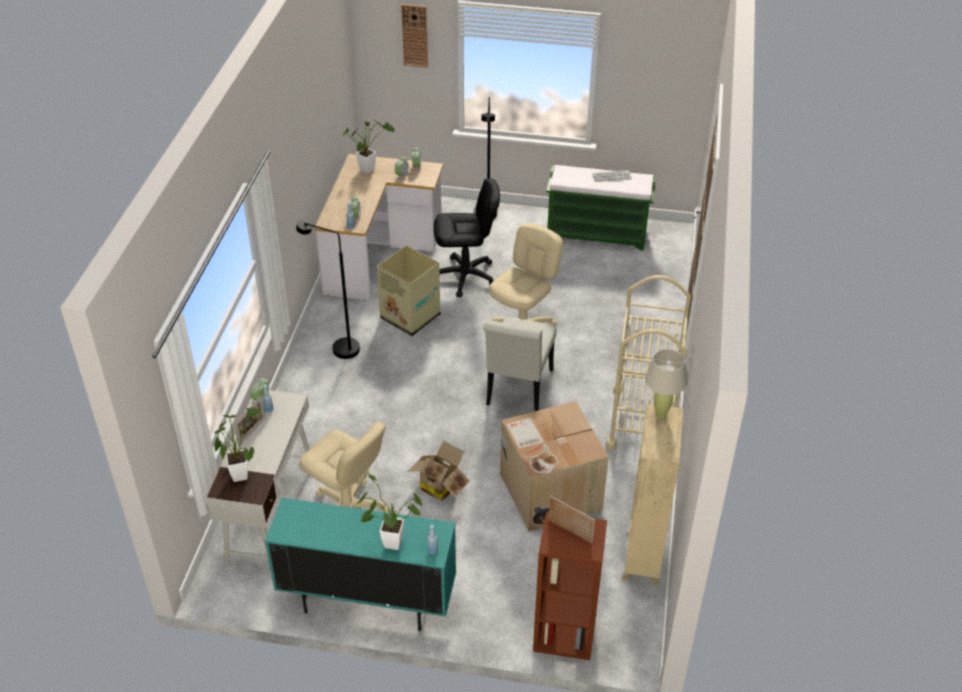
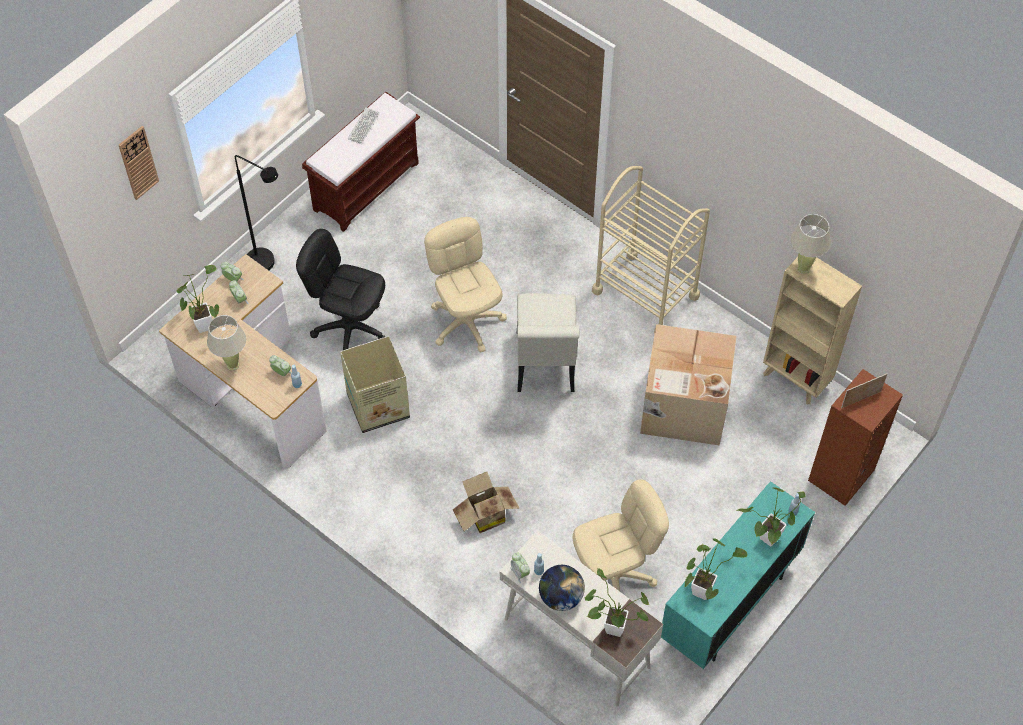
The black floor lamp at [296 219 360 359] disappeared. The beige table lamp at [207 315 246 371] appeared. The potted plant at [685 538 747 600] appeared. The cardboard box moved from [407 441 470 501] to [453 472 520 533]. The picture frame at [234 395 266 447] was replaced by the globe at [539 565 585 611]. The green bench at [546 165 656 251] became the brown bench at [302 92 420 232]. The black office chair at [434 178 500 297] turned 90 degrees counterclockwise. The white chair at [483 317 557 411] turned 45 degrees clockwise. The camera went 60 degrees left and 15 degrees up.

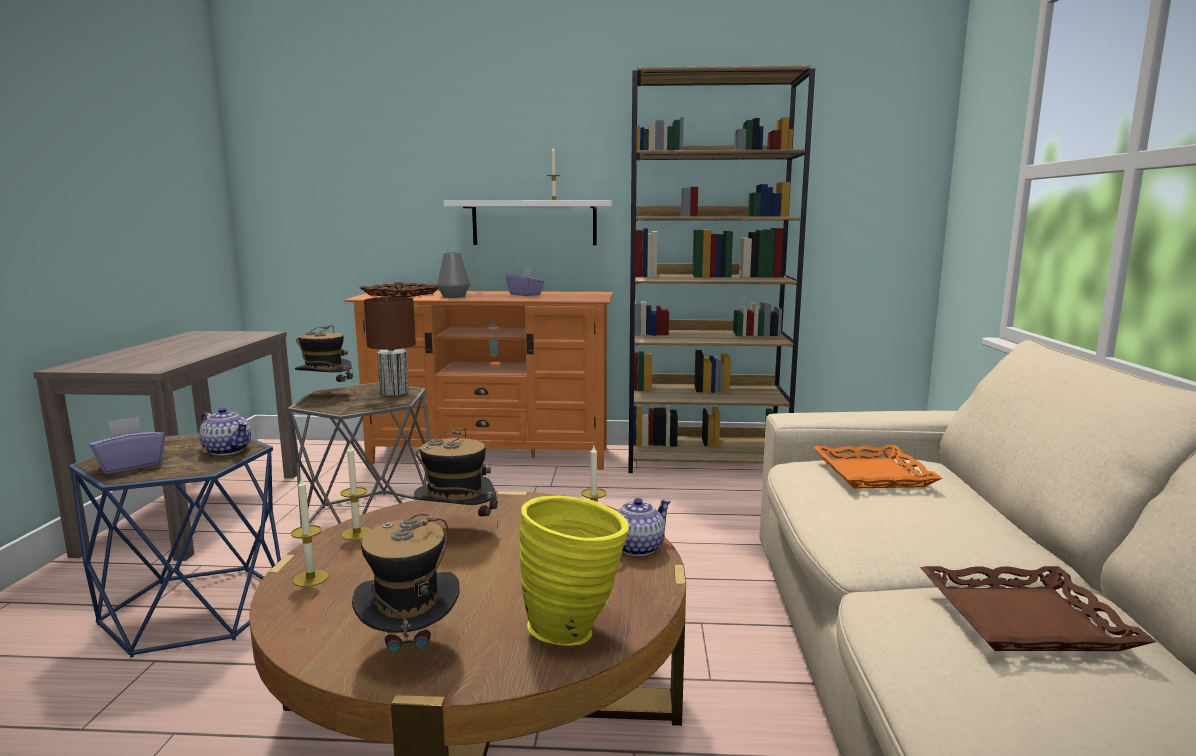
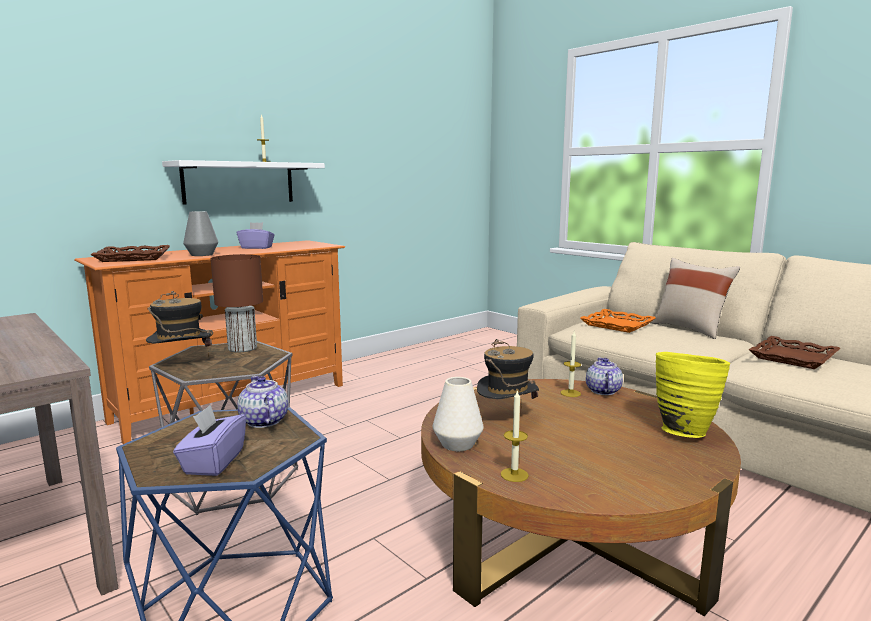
The hat at [352 514 460 678] disappeared. The brown bookcase at [628 65 815 473] disappeared. The beige pillow at [652 258 740 339] appeared. The candle at [340 445 371 540] was replaced by the white vase at [433 377 484 451]. The teapot at [199 407 251 456] turned 105 degrees counterclockwise. The camera went 45 degrees left and 0 degrees up.

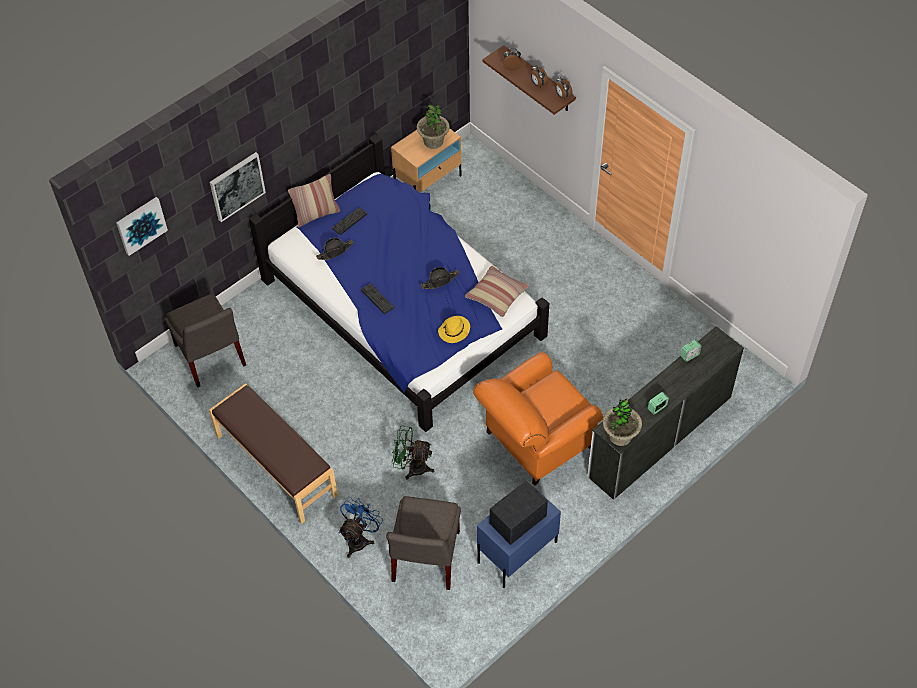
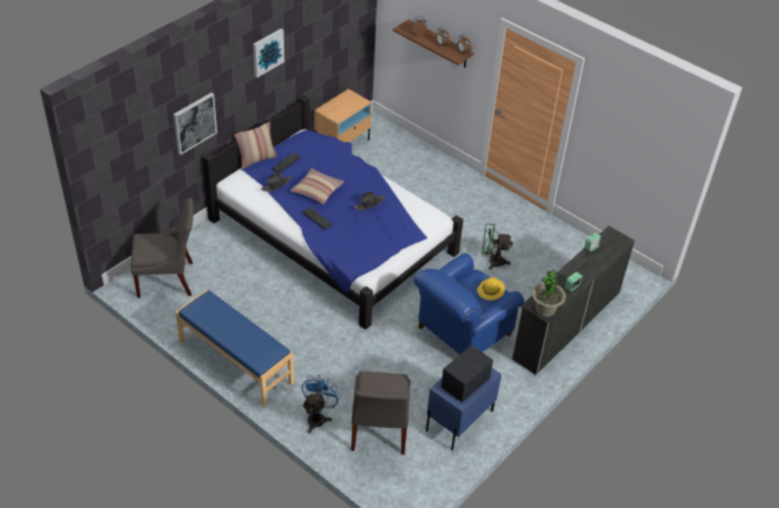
The potted plant at [417 104 450 149] disappeared. The picture moved from [116 197 168 256] to [253 29 284 78]. The green fan moved from [392 426 434 480] to [482 224 513 270]. The yellow hat moved from [438 316 470 343] to [477 277 505 300]. The pillow moved from [465 265 529 317] to [290 168 344 204]. The brown bench at [209 383 338 524] became the blue bench at [175 290 294 407]. The orange armchair at [473 352 603 486] became the blue armchair at [414 253 524 355]. The grey chair at [165 294 246 388] turned 60 degrees counterclockwise. The camera went 10 degrees left and 10 degrees down.

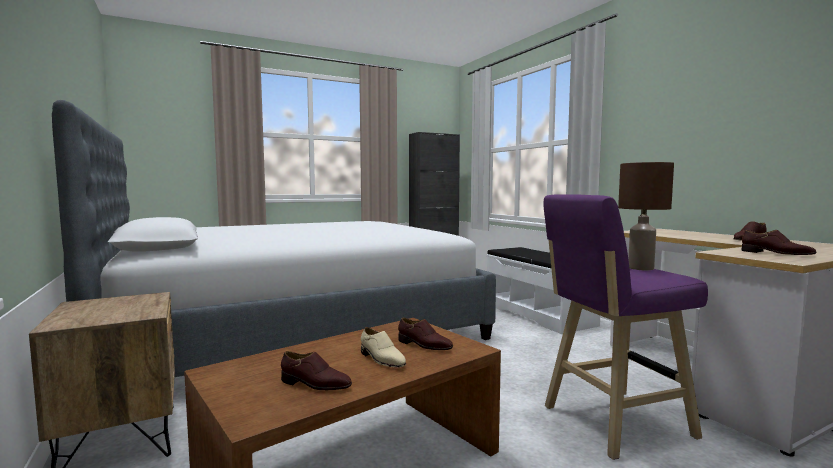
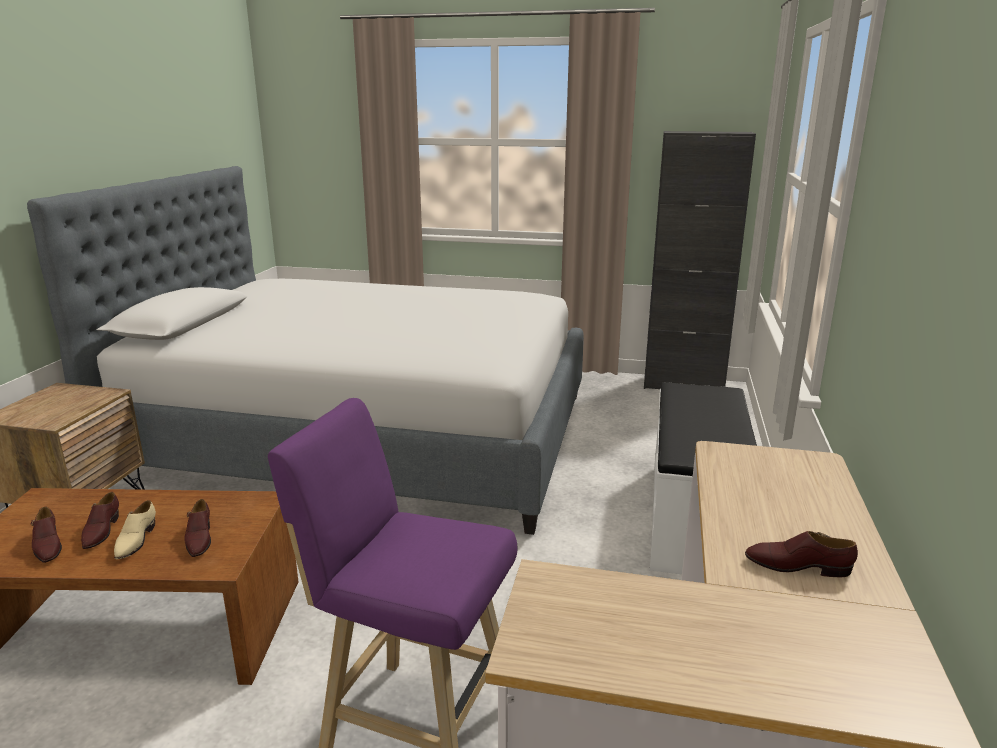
The brown table lamp at [618 162 674 270] disappeared. The brown shoe moved from [742 230 816 255] to [81 492 119 549]. The camera went 40 degrees right and 15 degrees up.

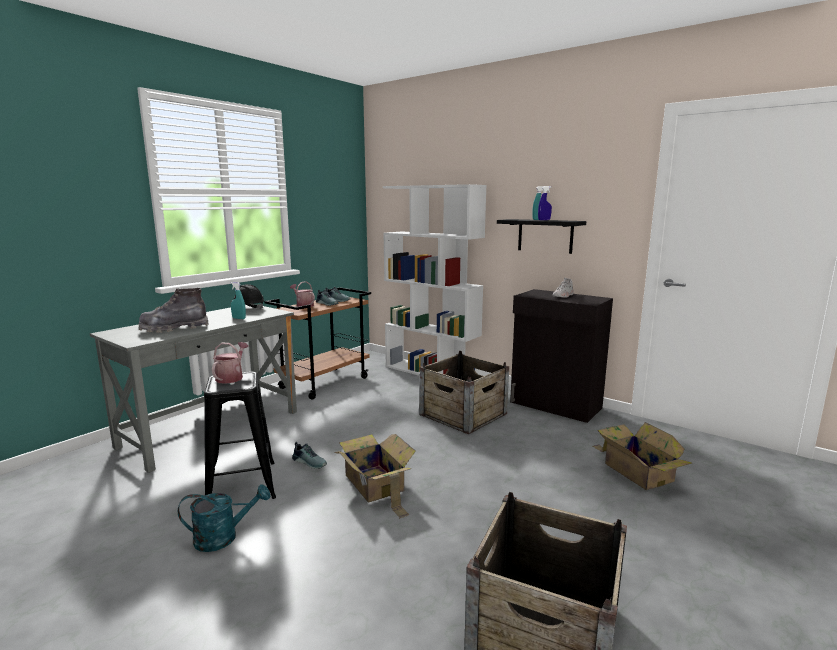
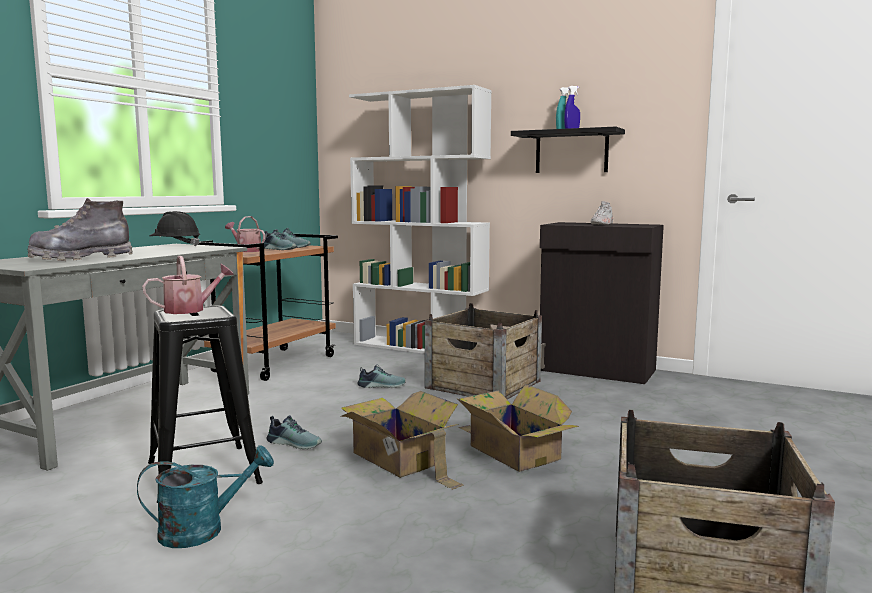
The turquoise spray bottle at [231 282 246 319] disappeared. The shoe at [357 364 406 388] appeared. The cardboard box moved from [592 422 692 490] to [456 384 579 472]. The watering can at [212 342 249 384] turned 60 degrees clockwise. The camera went 10 degrees left and 5 degrees down.

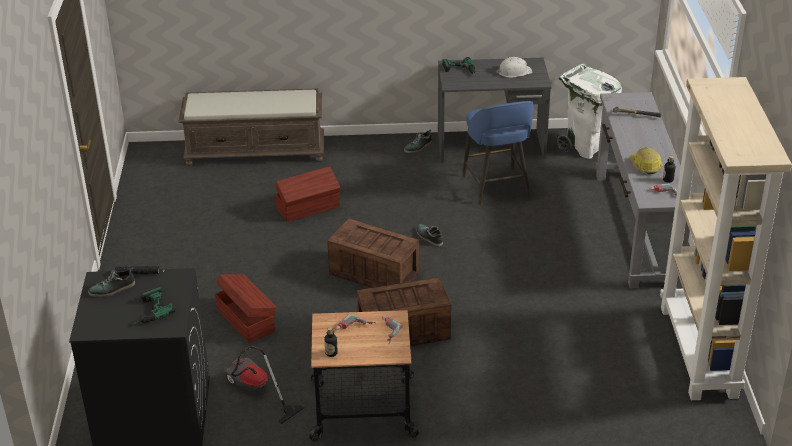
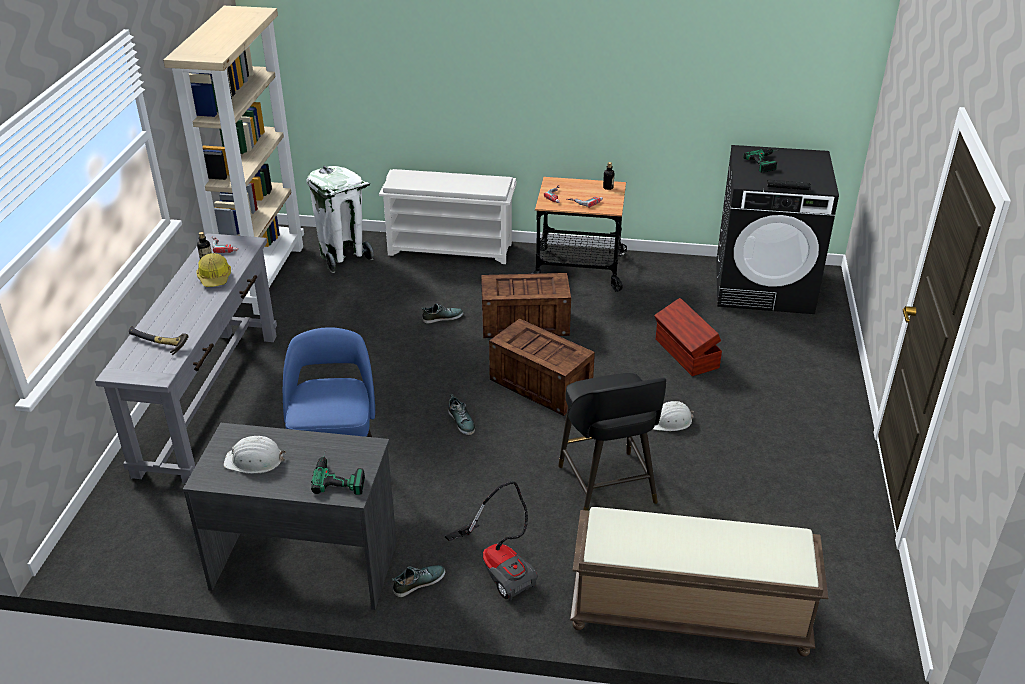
The white shoe rack at [379 169 516 264] appeared. The white hard hat at [653 401 694 431] appeared. The shoe moved from [88 267 135 297] to [422 303 463 324]. The vacuum cleaner moved from [223 346 304 424] to [445 481 538 601]. The white trash can moved from [557 64 622 159] to [306 166 374 273]. The brown storage box at [275 166 340 222] was replaced by the black stool at [558 373 666 511]. The camera went 170 degrees left and 0 degrees up.

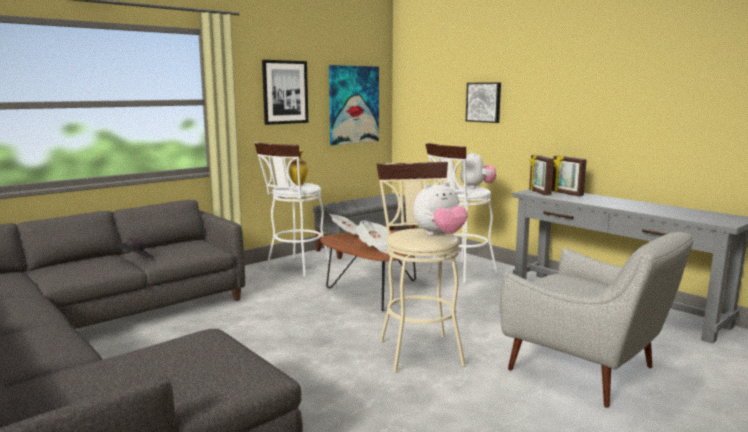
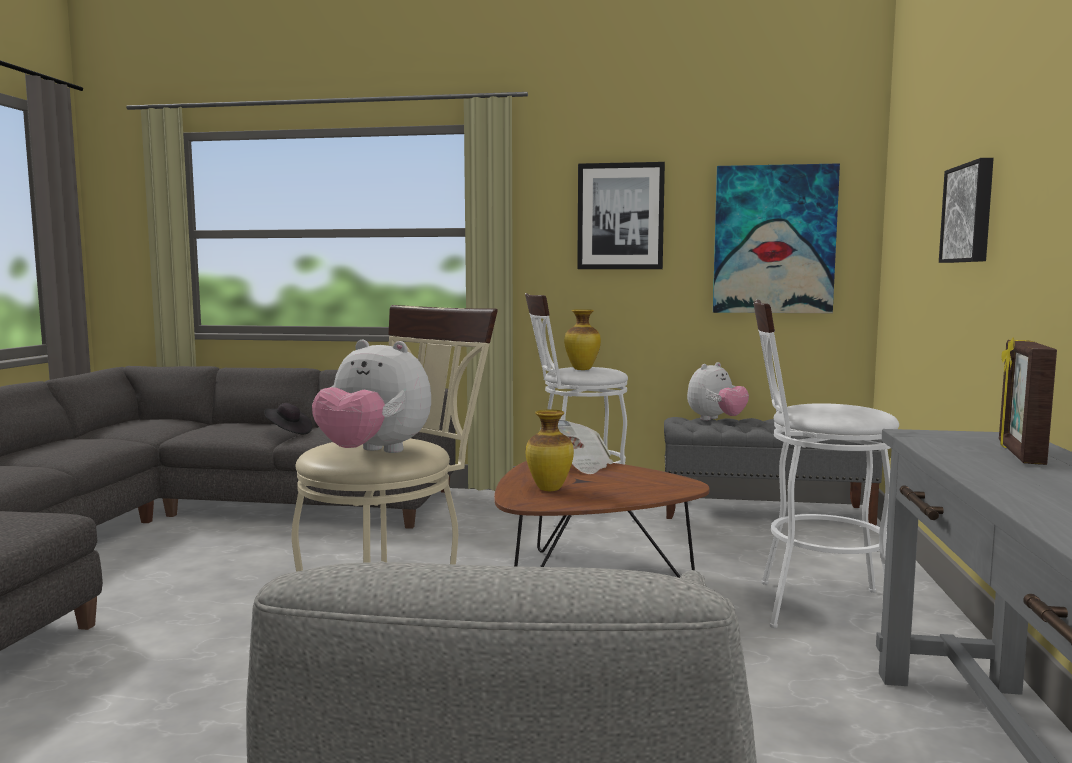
The picture frame at [529 155 554 196] disappeared. The plush toy moved from [460 151 496 189] to [687 362 749 421]. The newspaper at [356 220 392 254] was replaced by the vase at [526 410 574 491]. The camera went 50 degrees right and 5 degrees down.

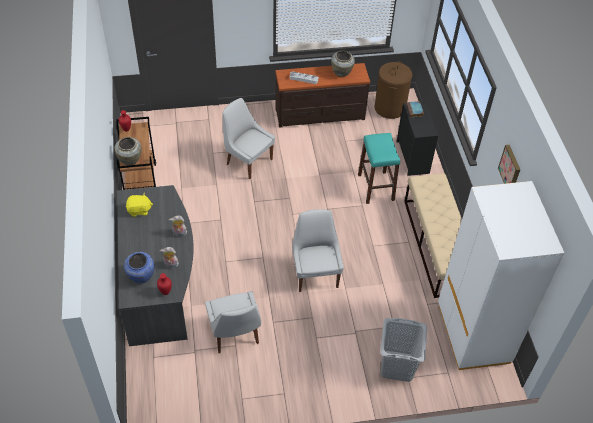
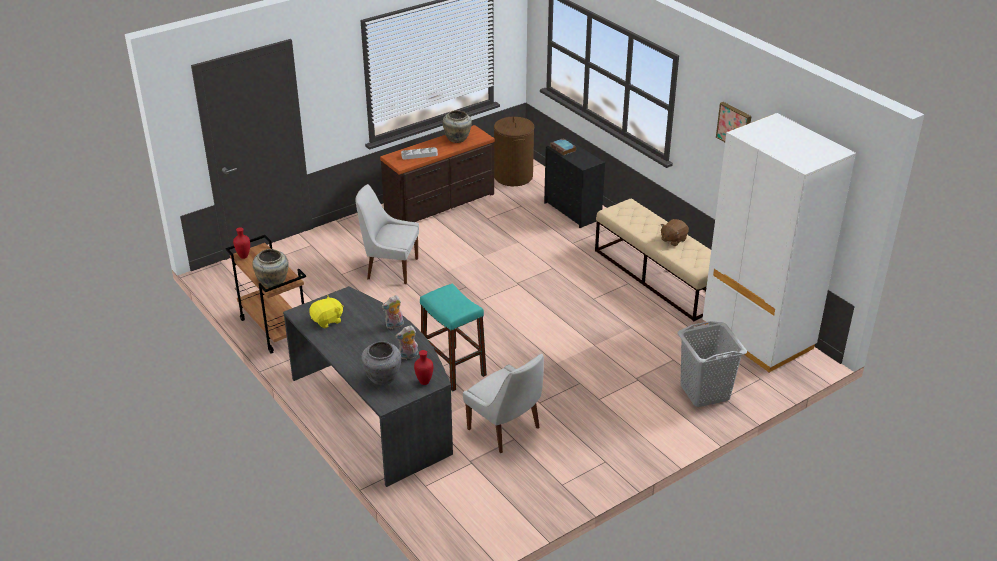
The white chair at [292 209 344 292] disappeared. The brown plush toy at [661 219 689 246] appeared. The turquoise stool moved from [358 133 400 204] to [420 284 487 391]. The blue vase at [124 252 155 284] became the grey vase at [361 341 401 385]. The camera went 25 degrees left and 15 degrees down.

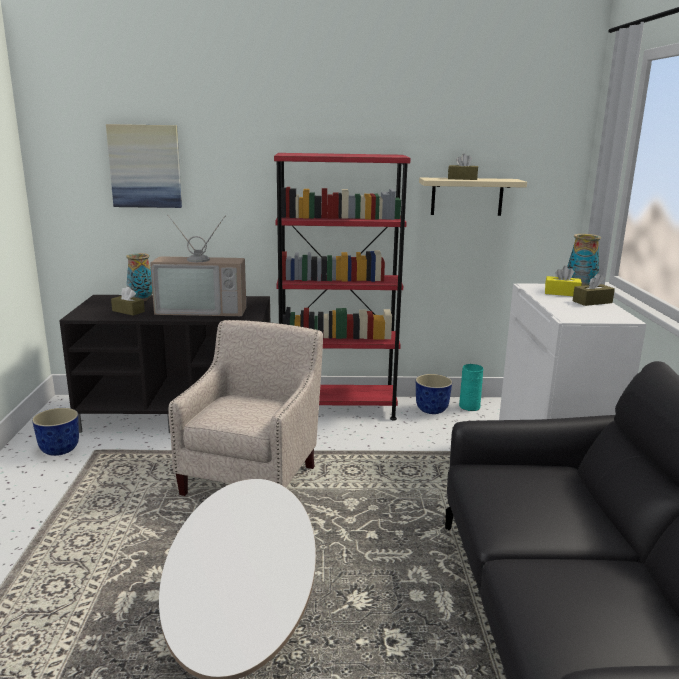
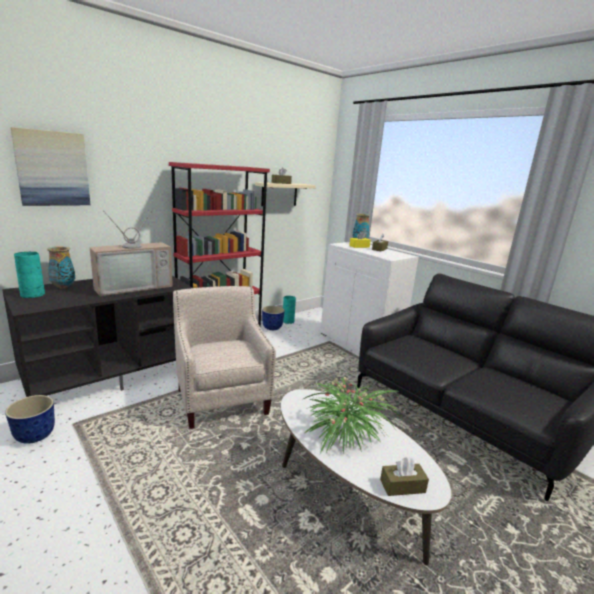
The turquoise vase at [14 252 45 298] appeared. The potted plant at [302 377 403 454] appeared. The brown tissue box moved from [111 287 145 316] to [380 457 429 496]. The camera went 40 degrees left and 0 degrees up.

